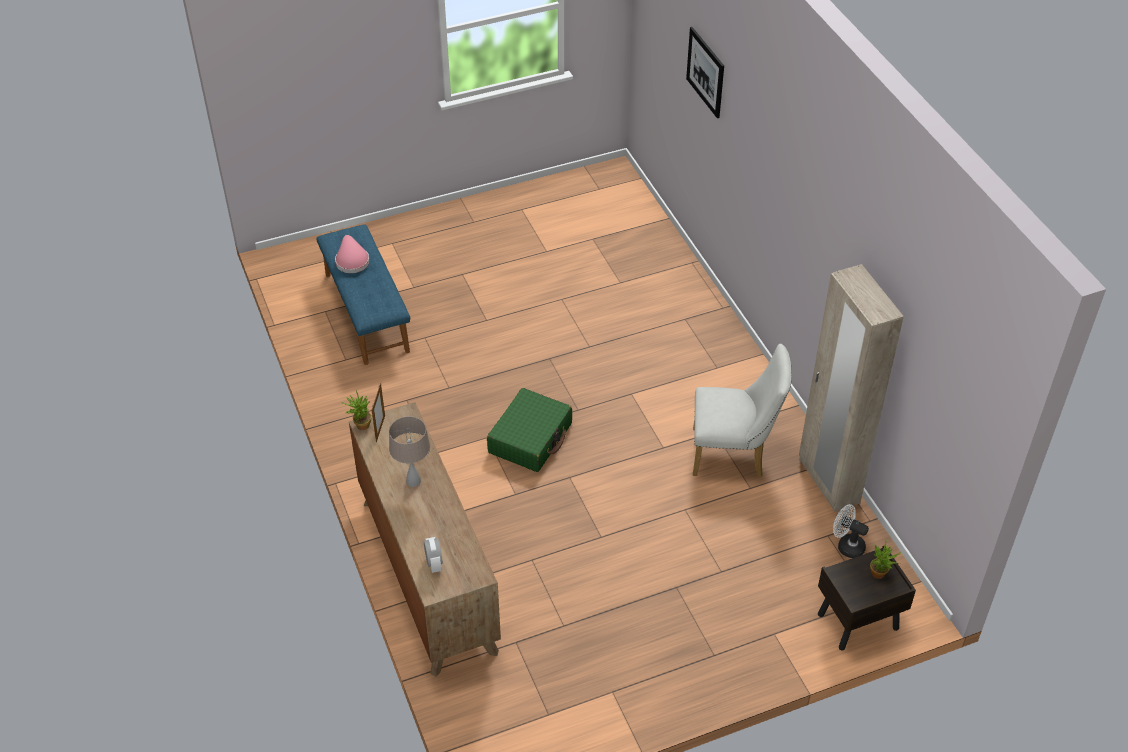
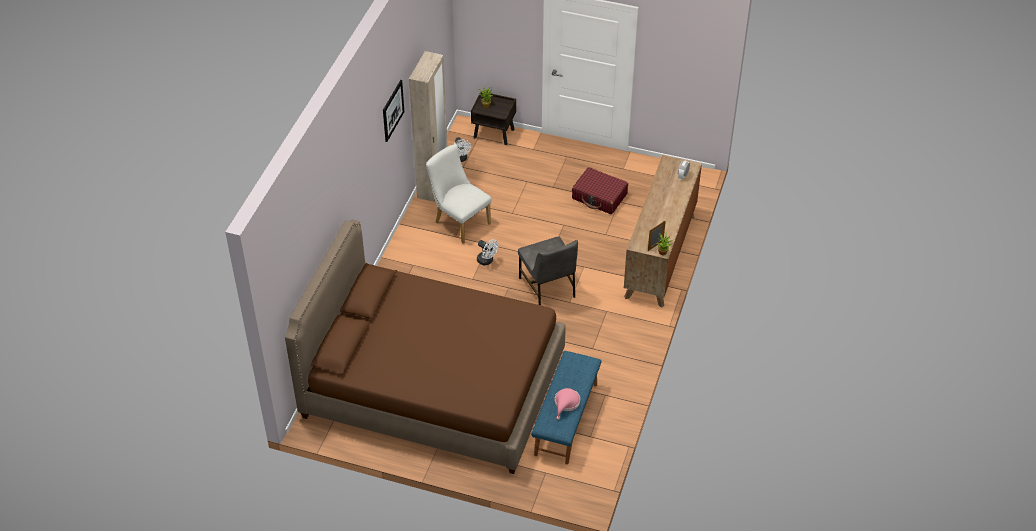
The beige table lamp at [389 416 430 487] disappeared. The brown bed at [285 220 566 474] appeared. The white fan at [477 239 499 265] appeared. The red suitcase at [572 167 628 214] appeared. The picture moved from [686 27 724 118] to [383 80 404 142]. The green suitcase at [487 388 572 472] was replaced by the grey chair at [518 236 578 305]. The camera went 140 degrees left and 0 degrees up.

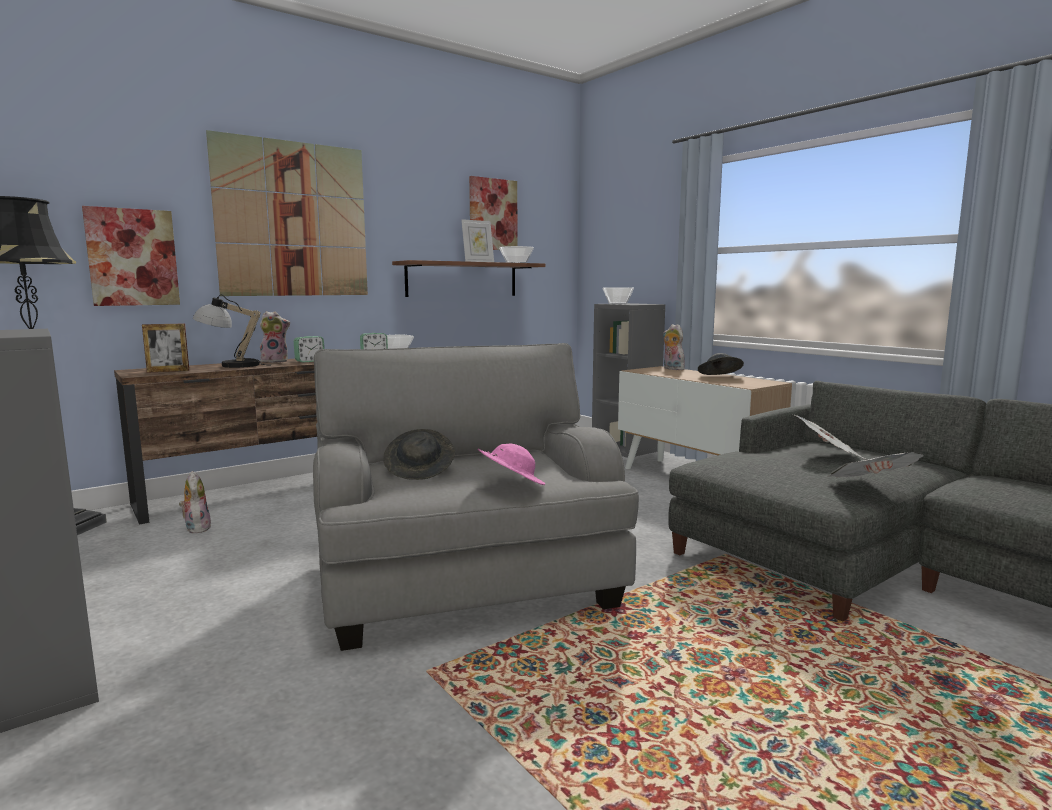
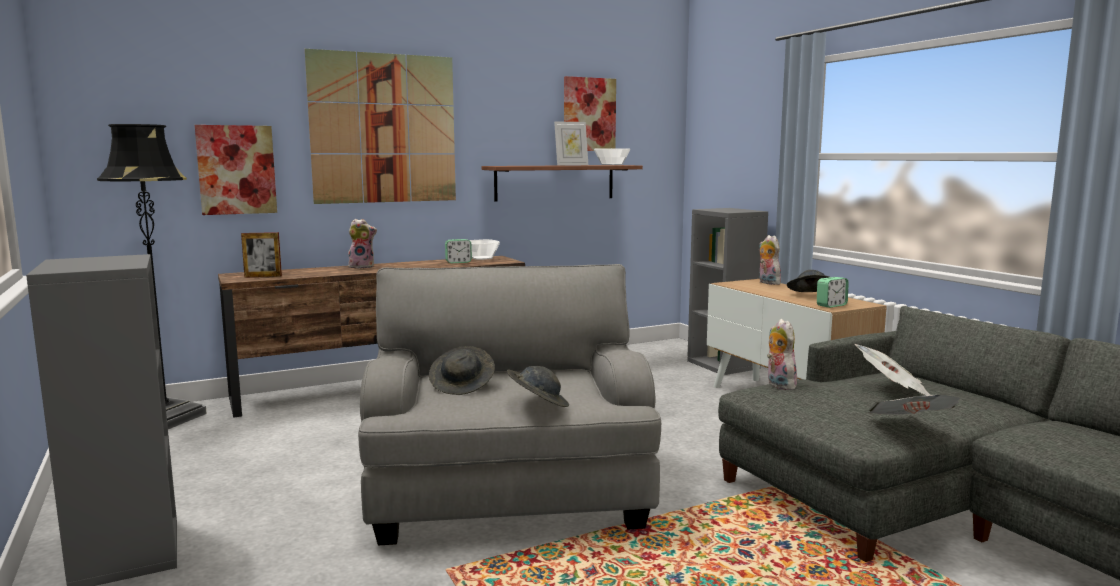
The table lamp at [193 294 266 368] disappeared. The bowl at [603 288 634 304] disappeared. The plush toy moved from [179 471 212 533] to [767 319 797 390]. The alarm clock moved from [294 336 325 363] to [817 277 849 308]. The pink hat at [477 443 545 485] became the grey hat at [507 366 569 407]. The camera went 10 degrees right and 0 degrees up.

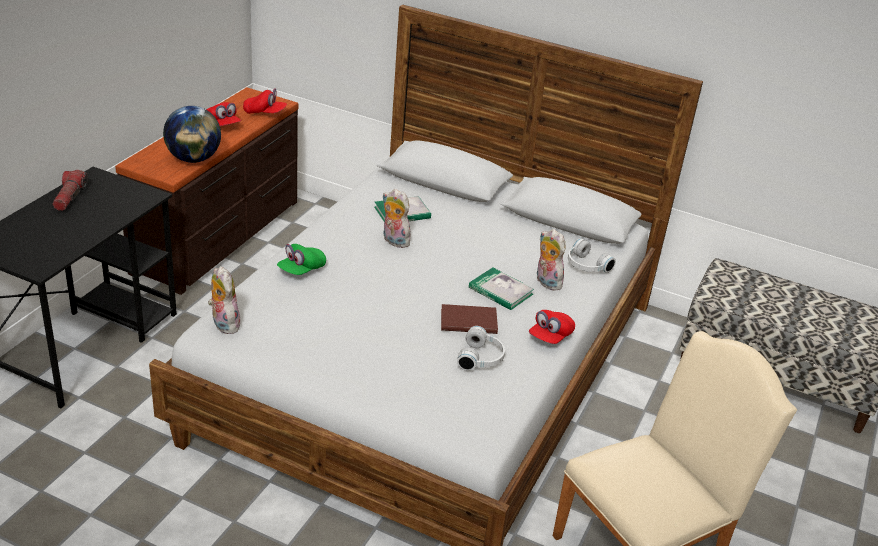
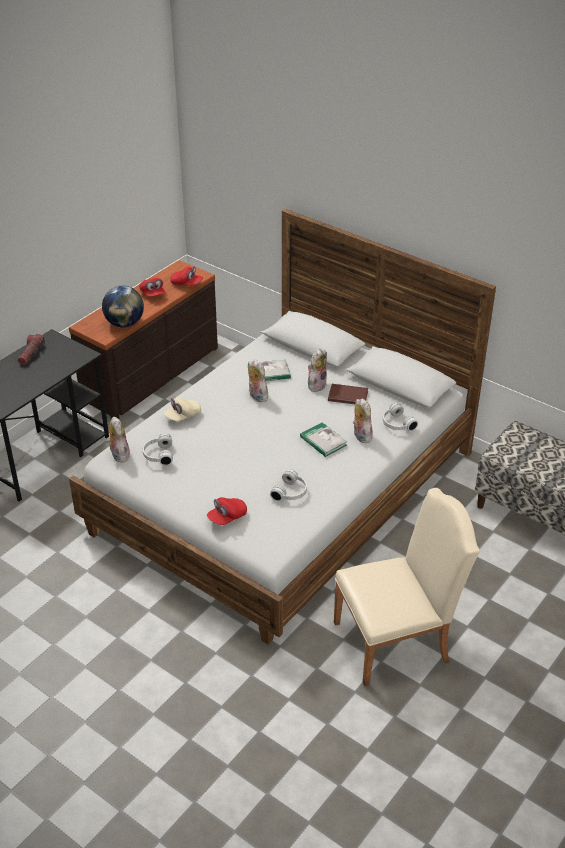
The white headphones at [143 433 173 466] appeared. The plush toy at [308 349 327 392] appeared. The brown book moved from [441 304 498 334] to [328 384 368 404]. The red cap moved from [529 310 575 344] to [207 497 247 525]. The green cap at [277 244 326 275] became the beige cap at [164 398 201 421]. The camera went 15 degrees right and 5 degrees up.

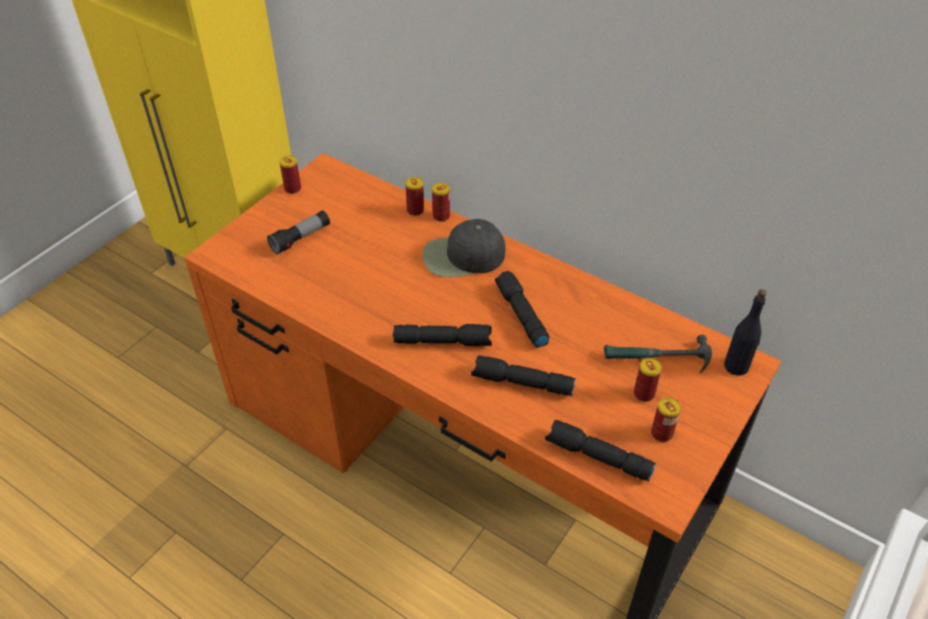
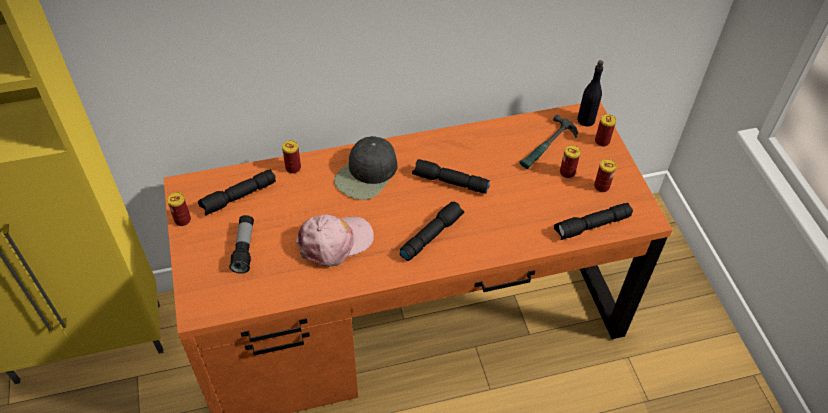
The pink cap at [296 214 374 267] appeared. The can moved from [432 183 450 222] to [595 114 616 147]. The black flashlight moved from [471 355 576 396] to [198 169 276 216]. The camera went 50 degrees left and 5 degrees up.

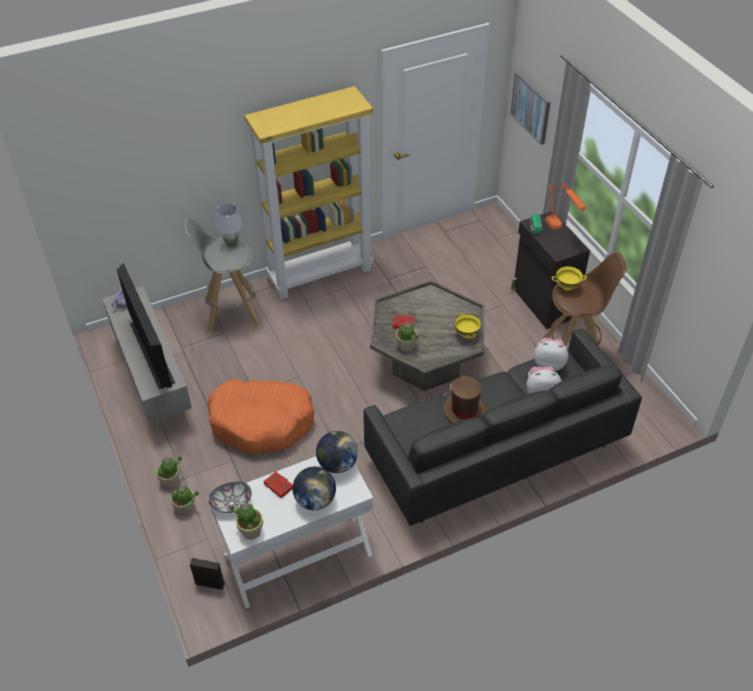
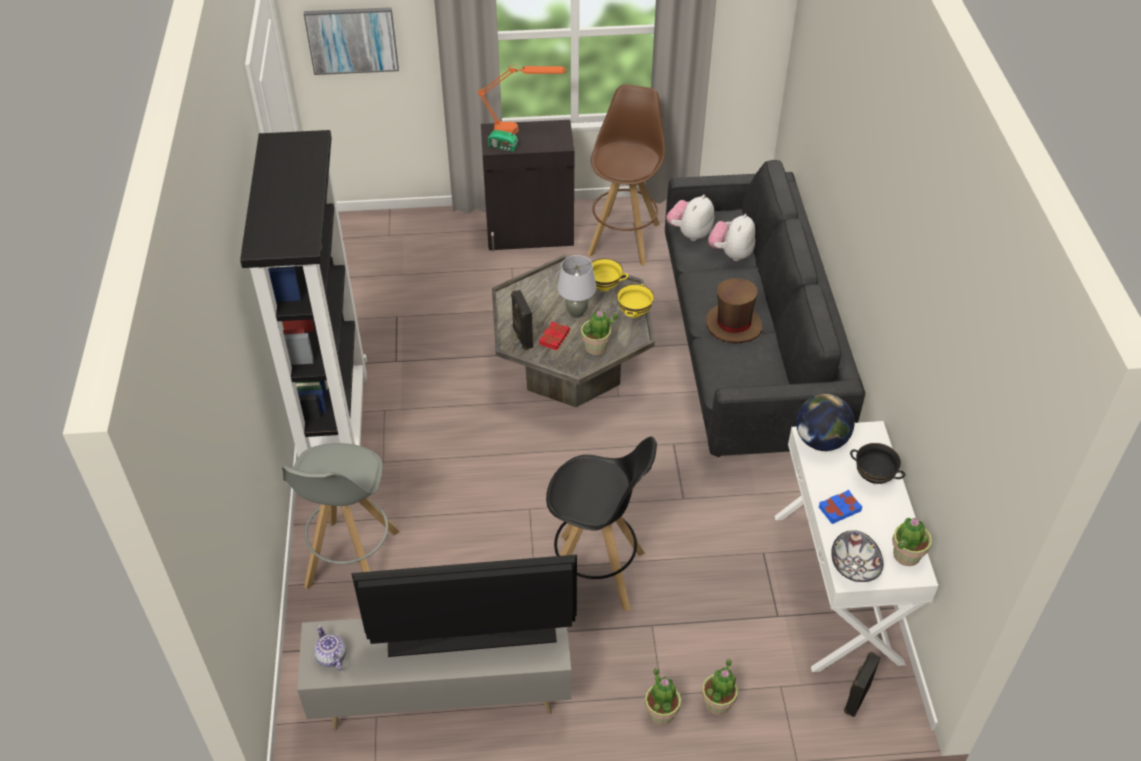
The black speaker at [511 290 533 350] appeared. The grey table lamp moved from [215 203 243 247] to [557 255 596 318]. The yellow bowl moved from [552 266 587 291] to [617 284 654 318]. The orange dog bed at [208 379 314 453] was replaced by the black stool at [546 437 657 612]. The globe at [293 467 336 510] was replaced by the black bowl at [850 443 905 484]. The yellow bookcase at [244 86 373 299] became the black bookcase at [240 130 367 457]. The red book at [264 471 293 498] became the blue book at [819 490 863 524]. The camera went 70 degrees left and 0 degrees up.

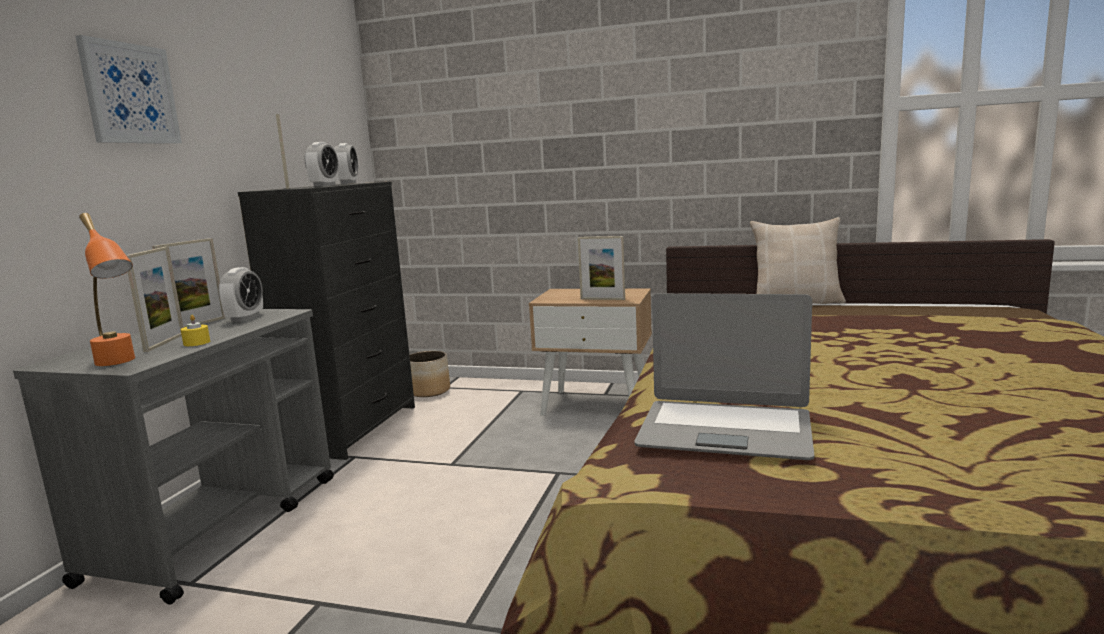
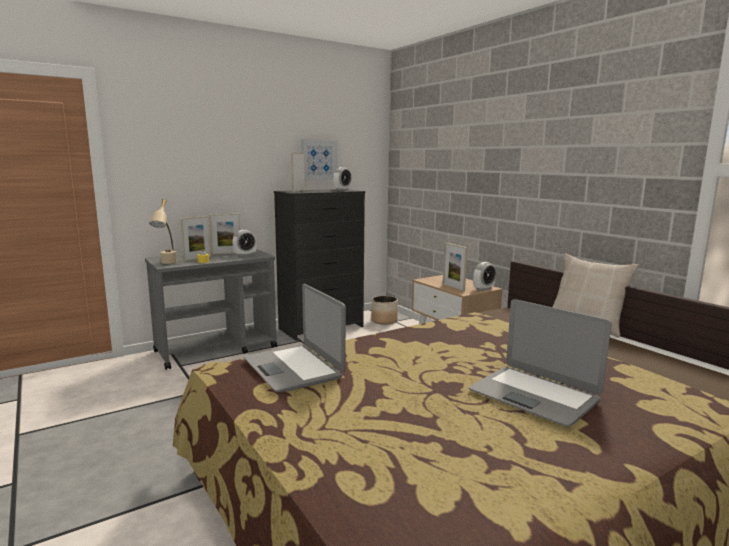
The laptop at [469 299 612 427] appeared. The picture moved from [75 35 182 144] to [301 139 337 180]. The alarm clock moved from [304 142 339 187] to [473 262 496 291]. The orange table lamp at [79 213 135 366] became the beige table lamp at [149 199 177 264]. The camera went 40 degrees right and 0 degrees up.

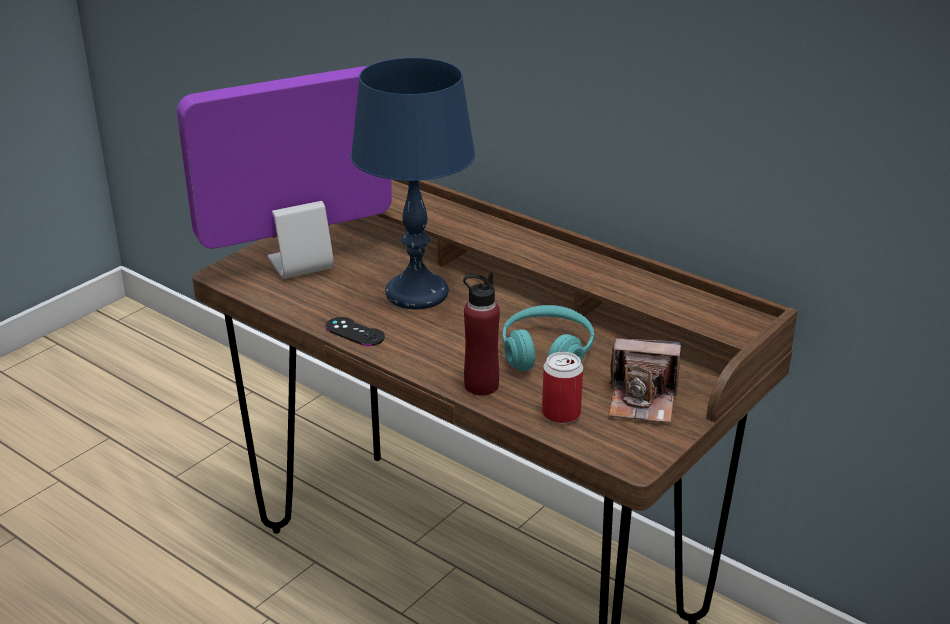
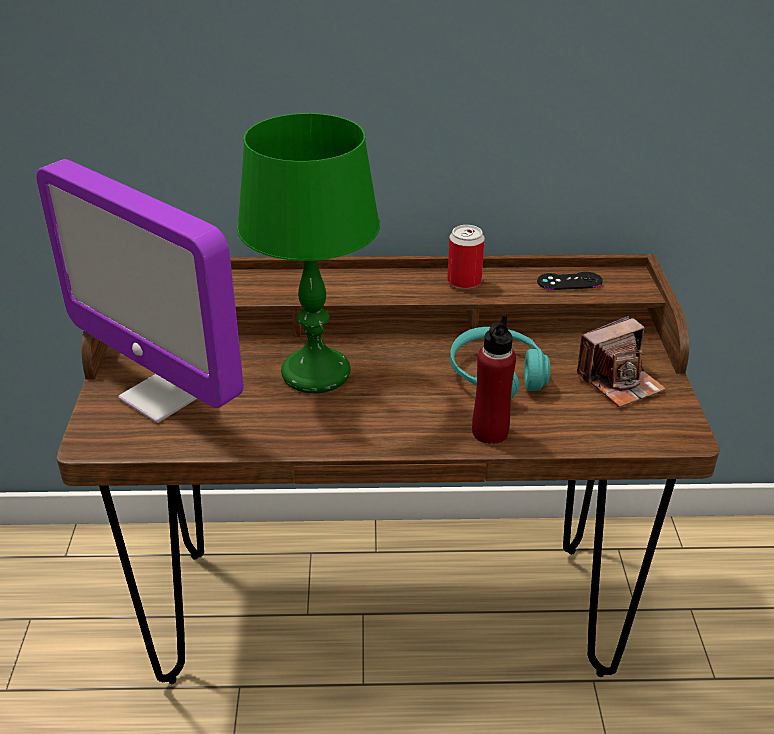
The black game controller moved from [326 317 385 346] to [537 272 603 290]. The can moved from [542 352 583 423] to [447 225 485 289]. The blue table lamp at [351 58 476 309] became the green table lamp at [237 113 380 393]. The monitor at [177 66 392 279] turned 75 degrees counterclockwise. The camera went 40 degrees left and 5 degrees up.

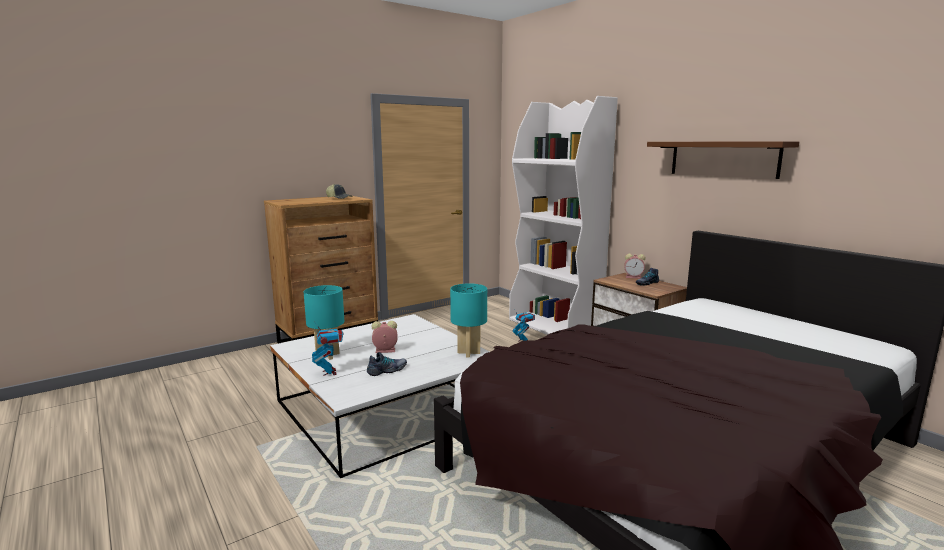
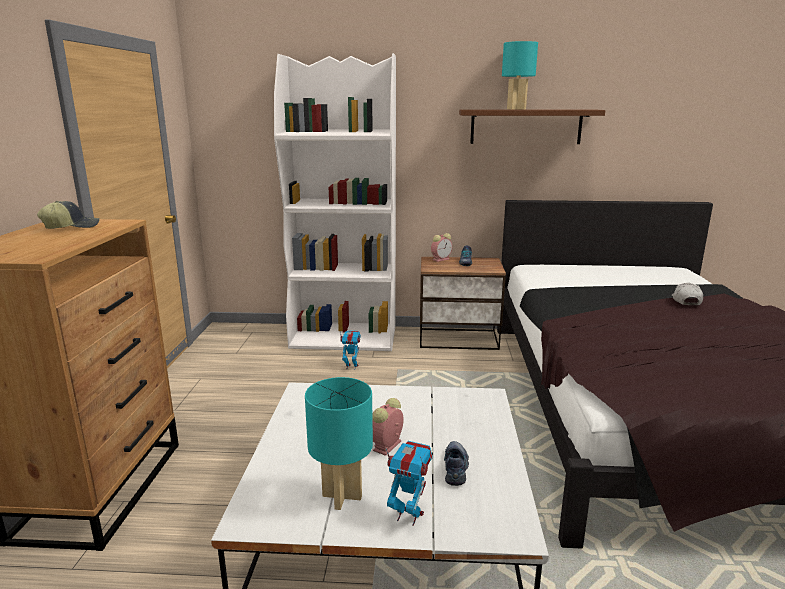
The white cap at [671 283 703 305] appeared. The turquoise table lamp moved from [450 283 487 358] to [502 41 538 110]. The camera went 50 degrees left and 5 degrees up.

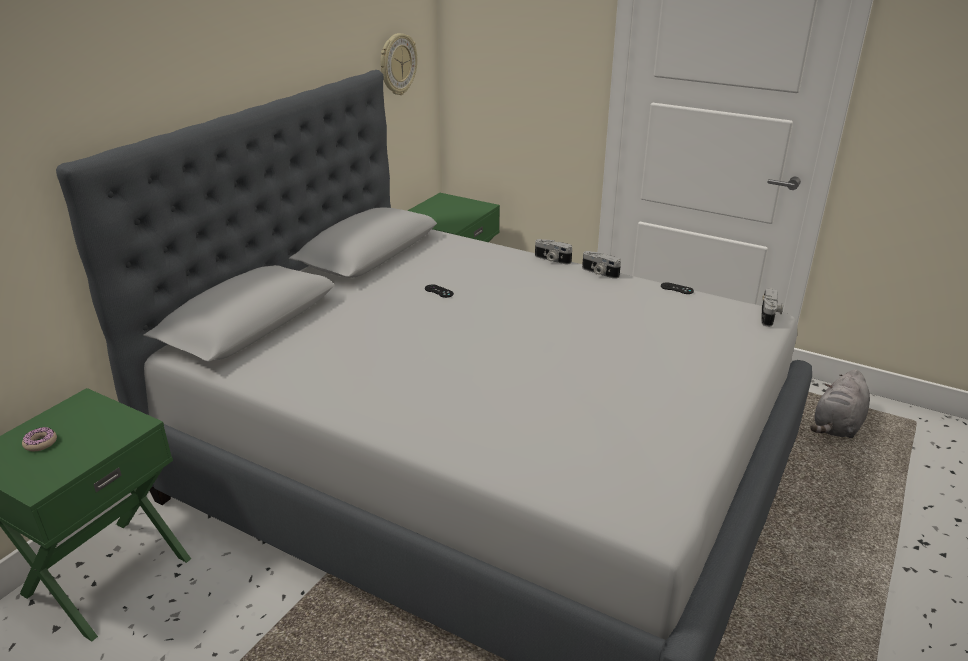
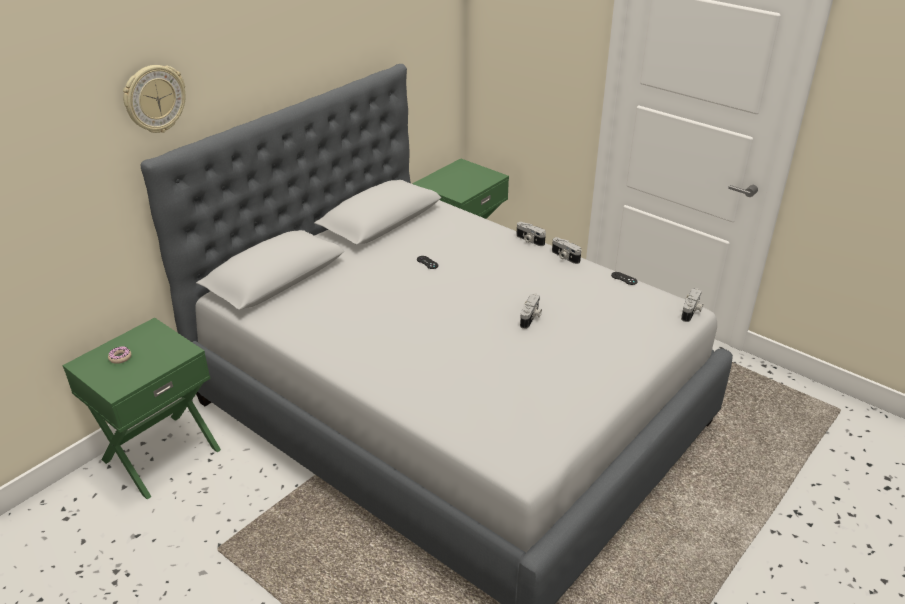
The grey plush toy at [810 369 870 438] disappeared. The photo camera at [520 293 542 329] appeared. The wall clock moved from [380 33 417 95] to [123 65 185 133]. The camera went 10 degrees right and 5 degrees up.

